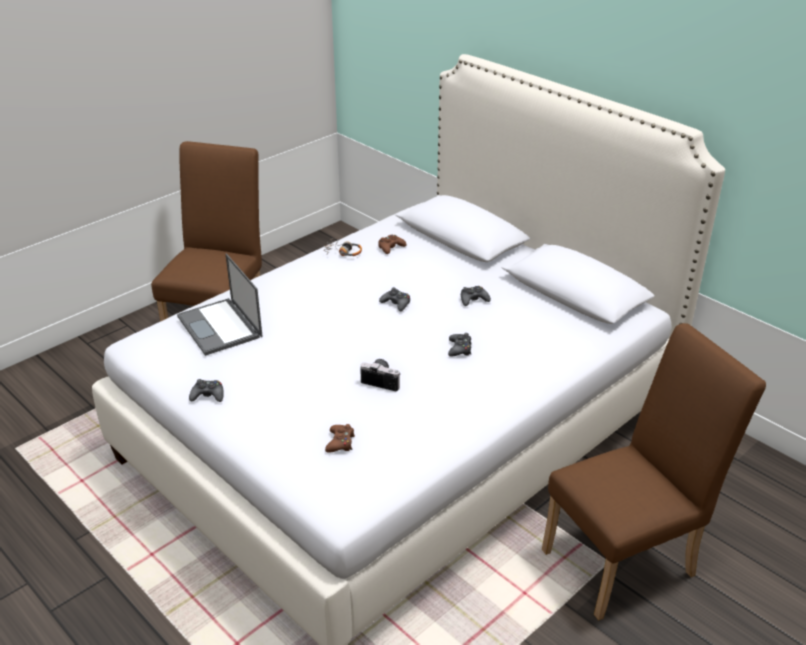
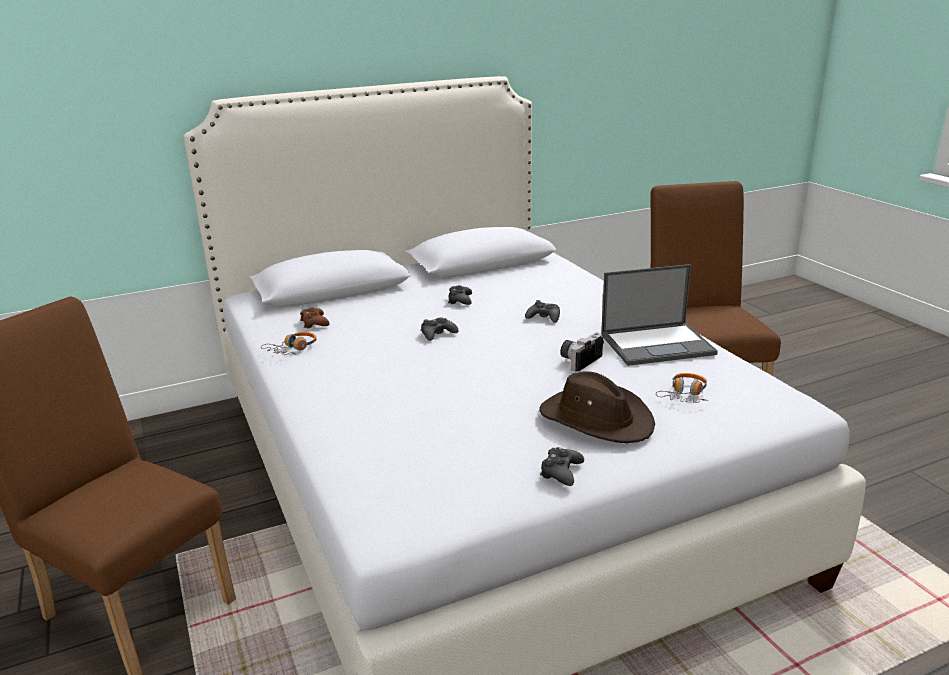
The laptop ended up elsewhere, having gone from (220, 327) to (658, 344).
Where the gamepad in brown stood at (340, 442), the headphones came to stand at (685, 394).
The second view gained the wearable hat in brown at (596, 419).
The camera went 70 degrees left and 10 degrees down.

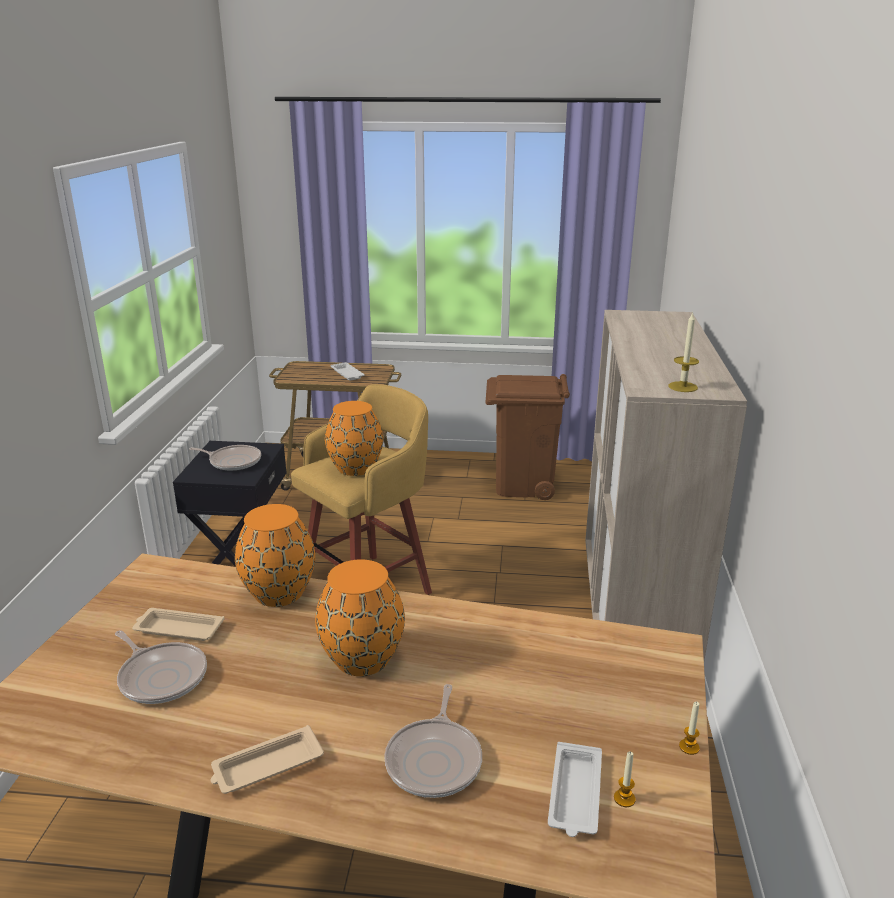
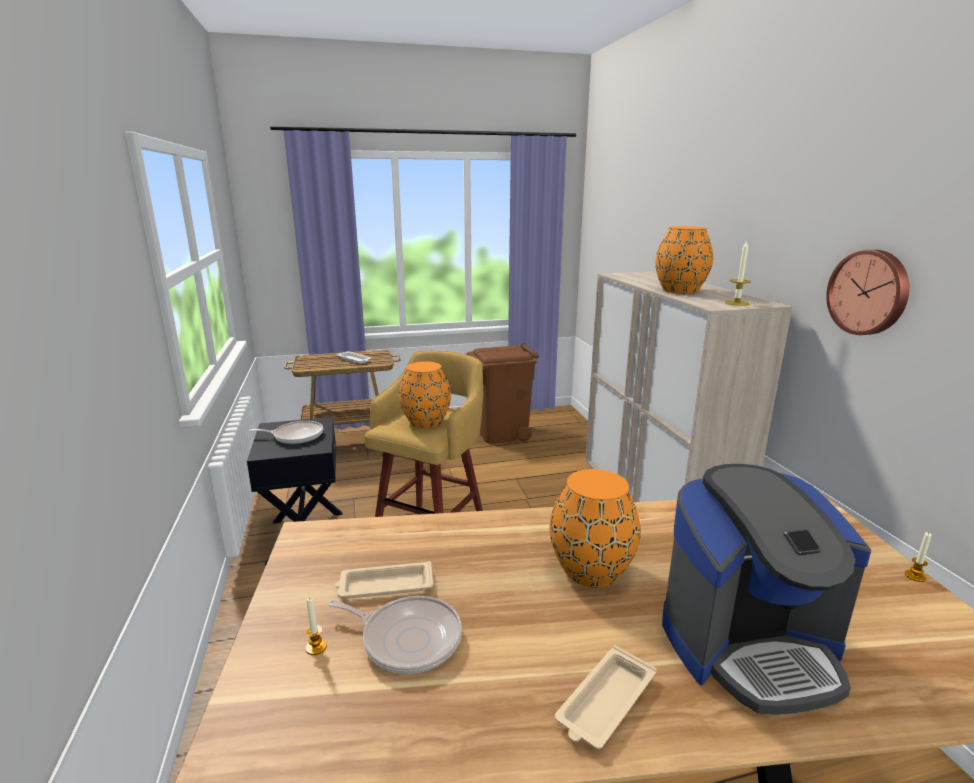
The decorative vase in orange-coloured ended up elsewhere, having gone from (278, 593) to (679, 291).
Where the skillet stood at (435, 760), the coffee maker came to stand at (749, 645).
The second view lost the carrying tray in white-coloured at (575, 795).
The candle ended up elsewhere, having gone from (624, 798) to (316, 647).
The second view gained the clock on the wall at (869, 292).
The camera went 20 degrees left and 5 degrees down.

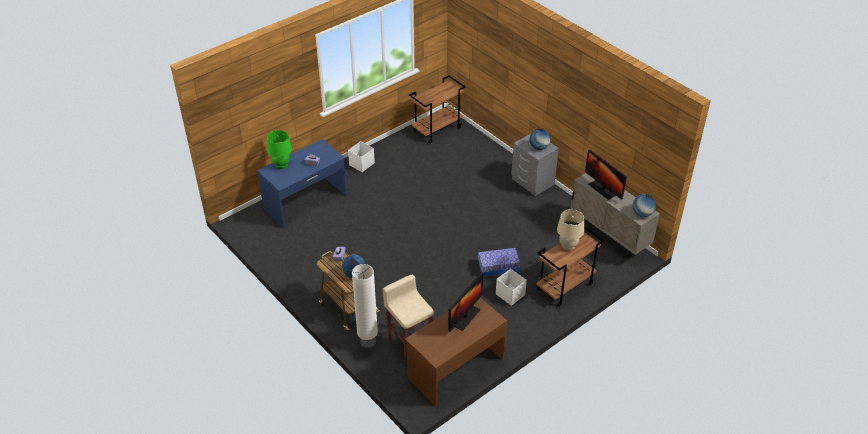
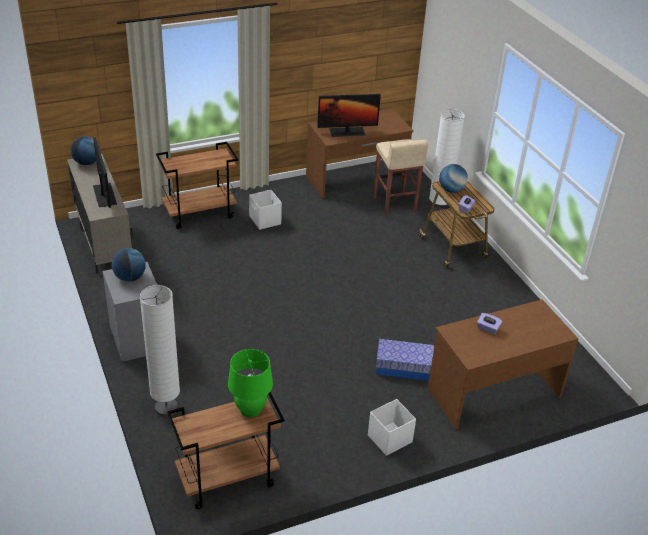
What was the desk unit in blue at (306, 202) turned into the desk unit in brown at (493, 392).
The lamp for a table in green ended up elsewhere, having gone from (281, 165) to (250, 409).
The monitor at (465, 317) ended up facing another way, 150 degrees counterclockwise from before.
The storage box ended up elsewhere, having gone from (498, 267) to (403, 367).
The second view lost the lamp for a table in beige at (568, 245).
The second view gained the standing lamp in white-coloured at (166, 408).
The camera went 165 degrees left and 5 degrees down.

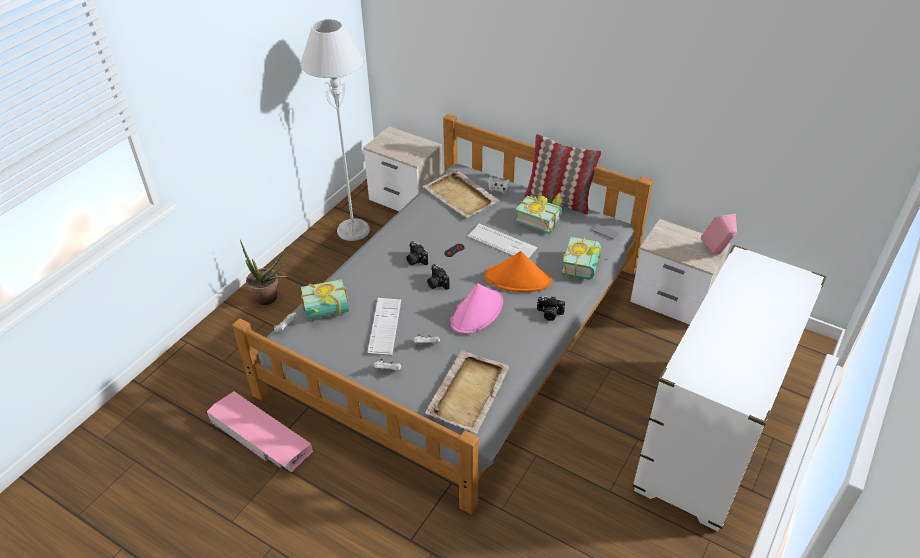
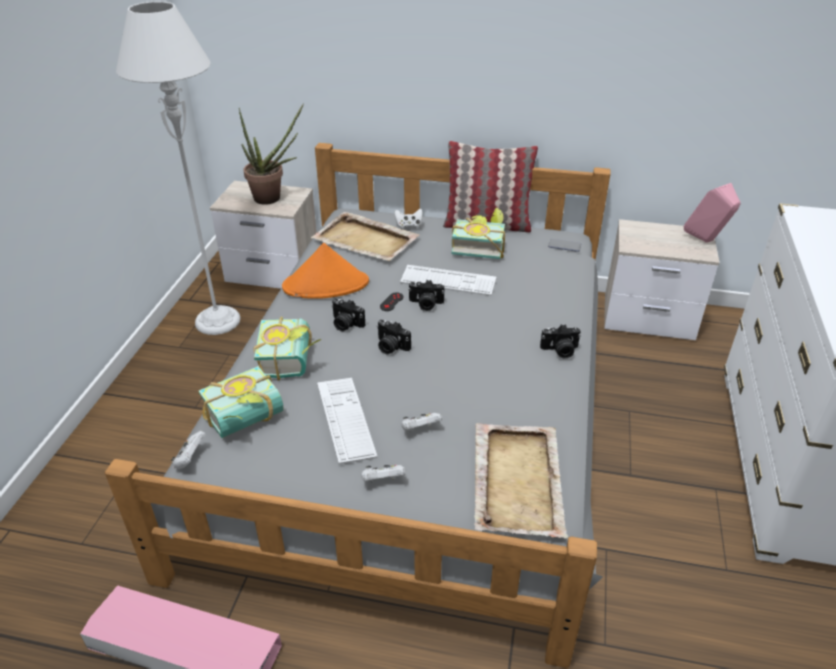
The plant in a pot ended up elsewhere, having gone from (270, 299) to (273, 198).
The second view lost the wearable hat in pink-coloured at (477, 312).
The wearable hat in orange-coloured ended up elsewhere, having gone from (518, 279) to (326, 285).
The volume ended up elsewhere, having gone from (585, 267) to (292, 360).
The second view gained the photo camera at (425, 304).
The camera went 20 degrees left and 5 degrees down.

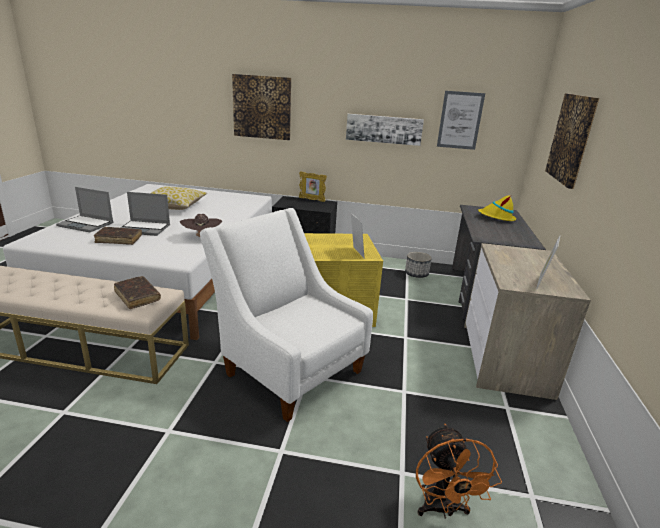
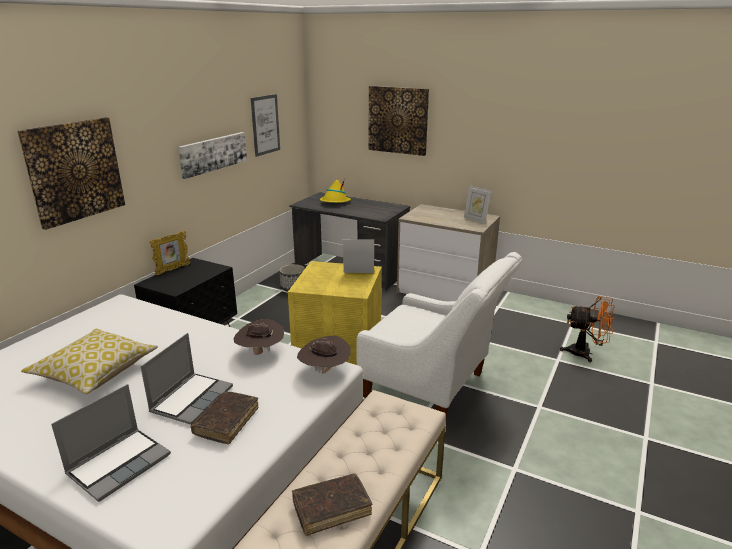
The volume in brown ended up elsewhere, having gone from (137, 296) to (331, 508).
The armchair in white-coloured at (288, 368) ended up facing another way, 120 degrees counterclockwise from before.
The second view gained the wearable hat in brown at (325, 371).
The camera went 70 degrees left and 0 degrees up.

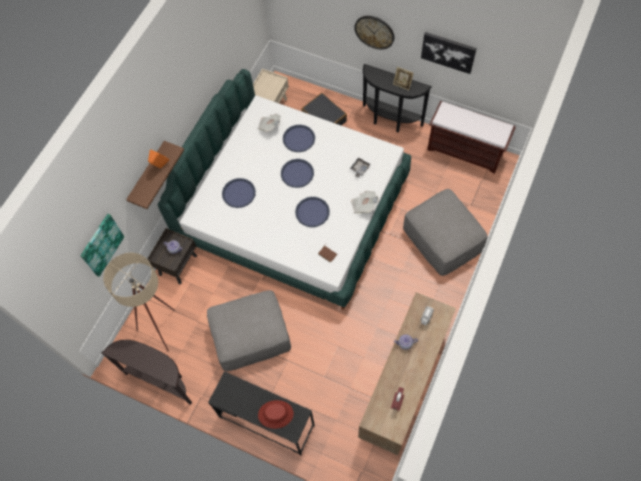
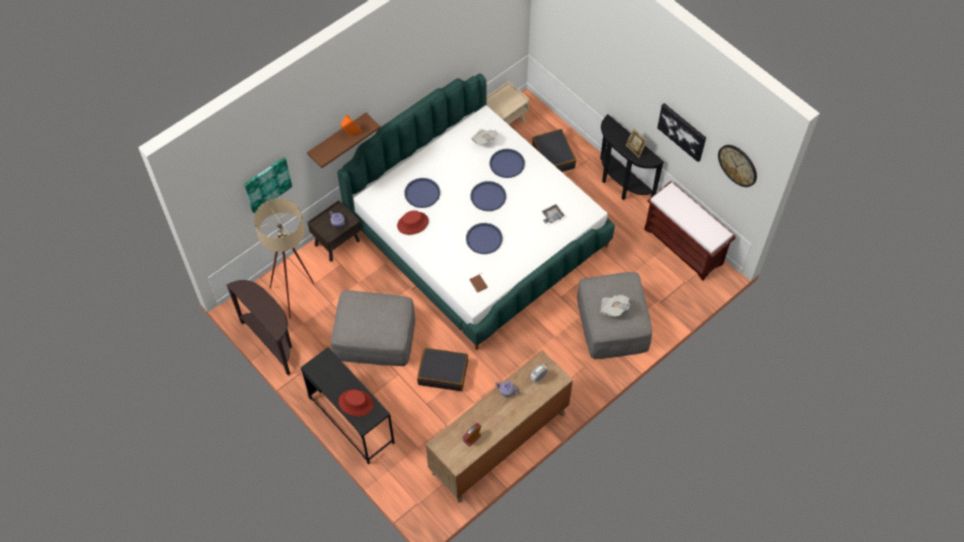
The newspaper ended up elsewhere, having gone from (363, 205) to (613, 308).
The clock on the wall ended up elsewhere, having gone from (374, 32) to (738, 165).
The second view gained the wearable hat in red-coloured at (413, 223).
The second view gained the travel case in black at (443, 372).
The camera went 20 degrees right and 5 degrees down.

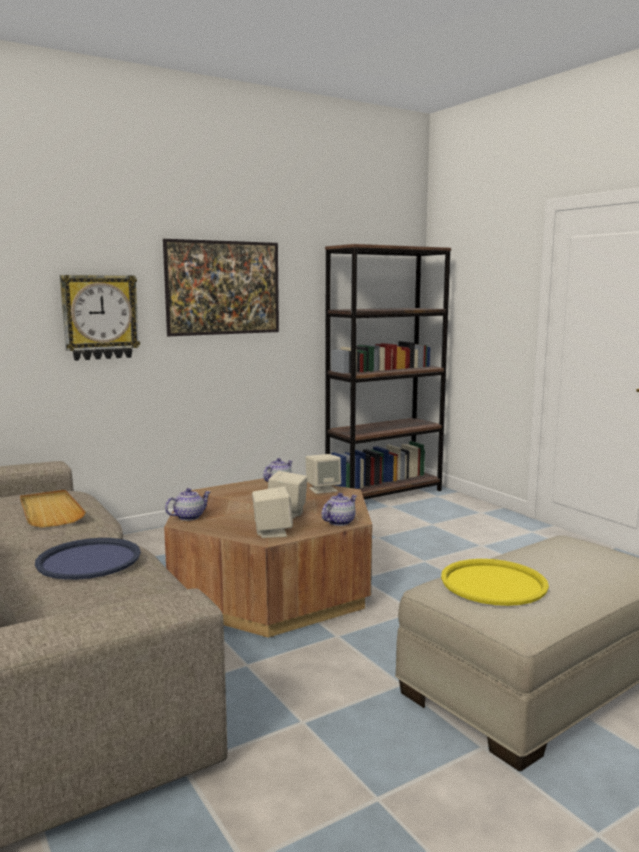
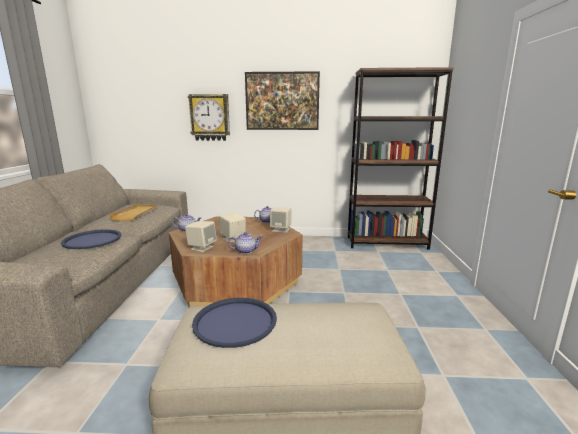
What was the carrying tray in yellow at (493, 583) turned into the carrying tray in blue at (235, 322).
The camera went 35 degrees right and 5 degrees up.

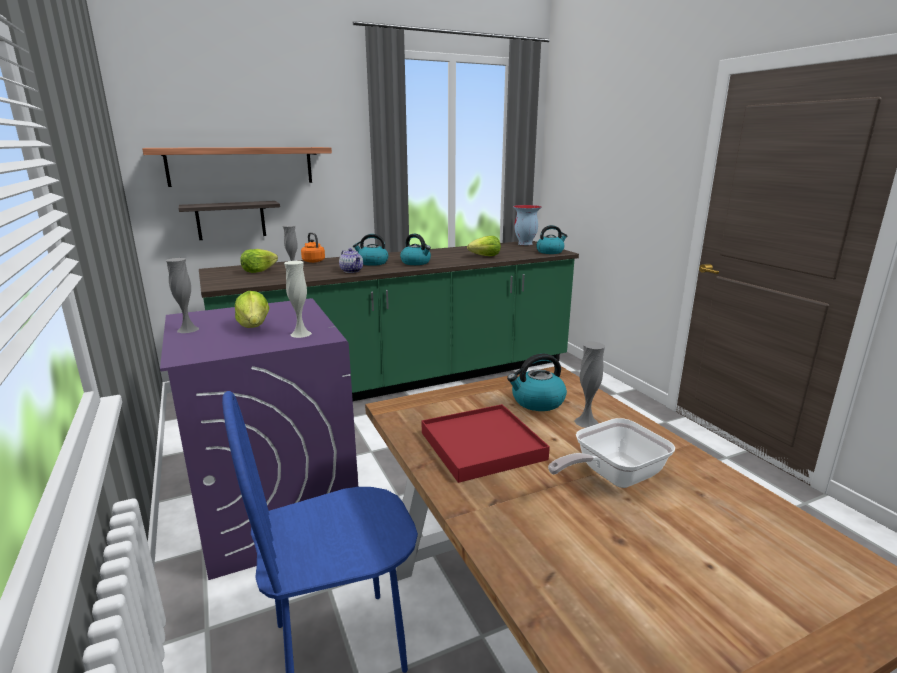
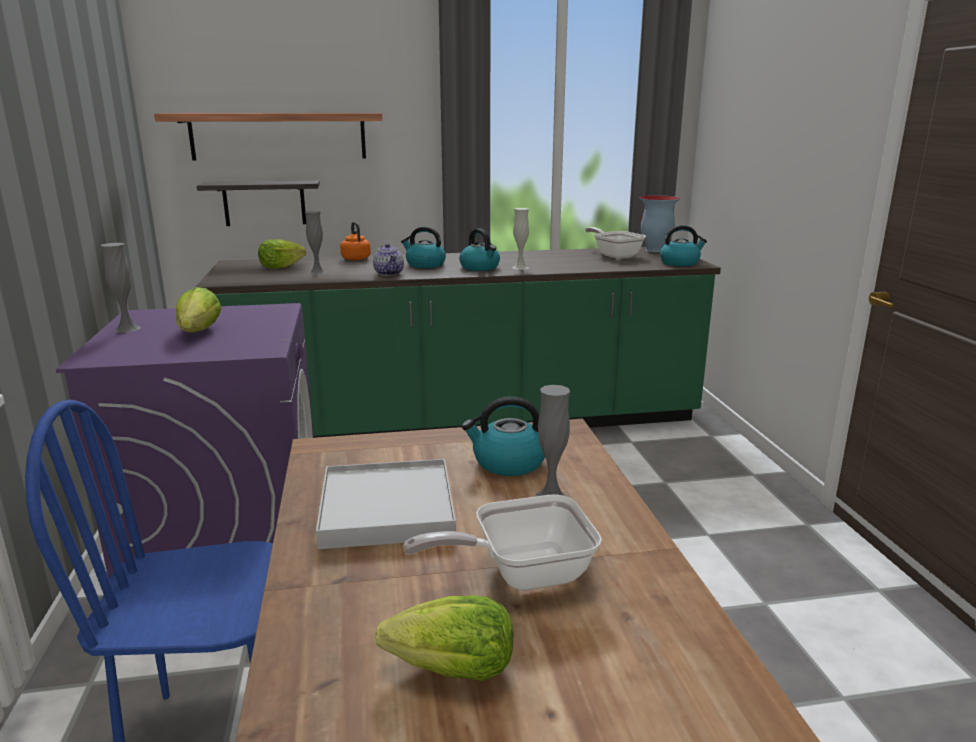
The decorative vase in white-coloured ended up elsewhere, having gone from (301, 334) to (520, 267).
What was the carrying tray in red-coloured at (482, 446) turned into the carrying tray in white-coloured at (386, 509).
The lettuce head ended up elsewhere, having gone from (485, 256) to (454, 671).
The second view gained the skillet at (614, 255).
The camera went 15 degrees right and 0 degrees up.

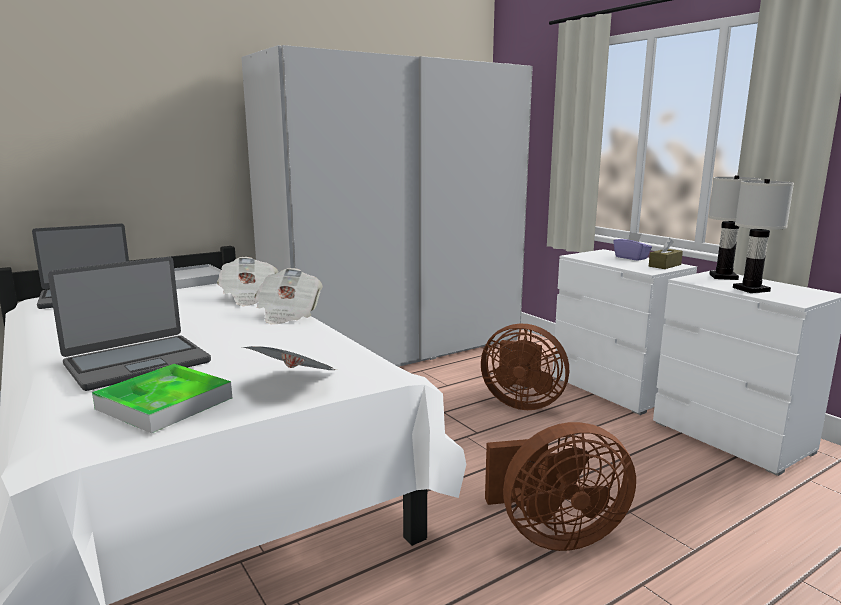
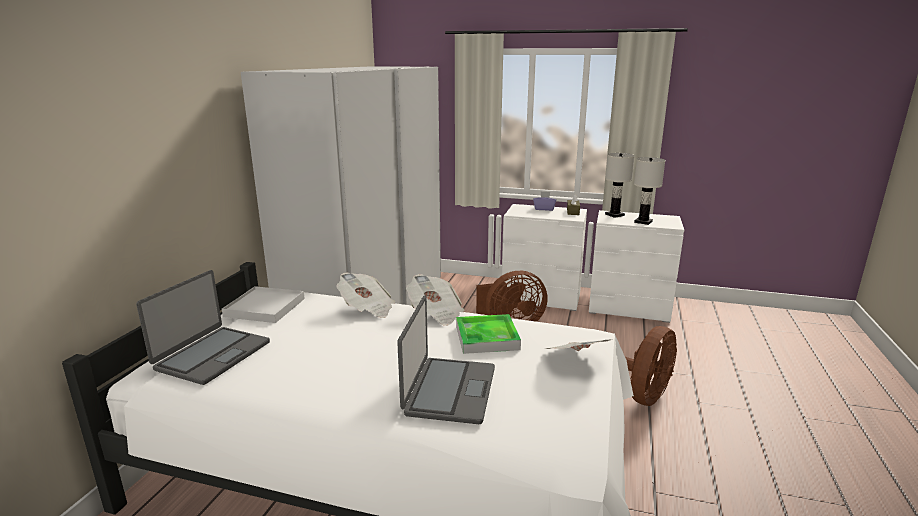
The carrying tray ended up elsewhere, having gone from (165, 403) to (487, 337).
The camera went 40 degrees left and 5 degrees up.

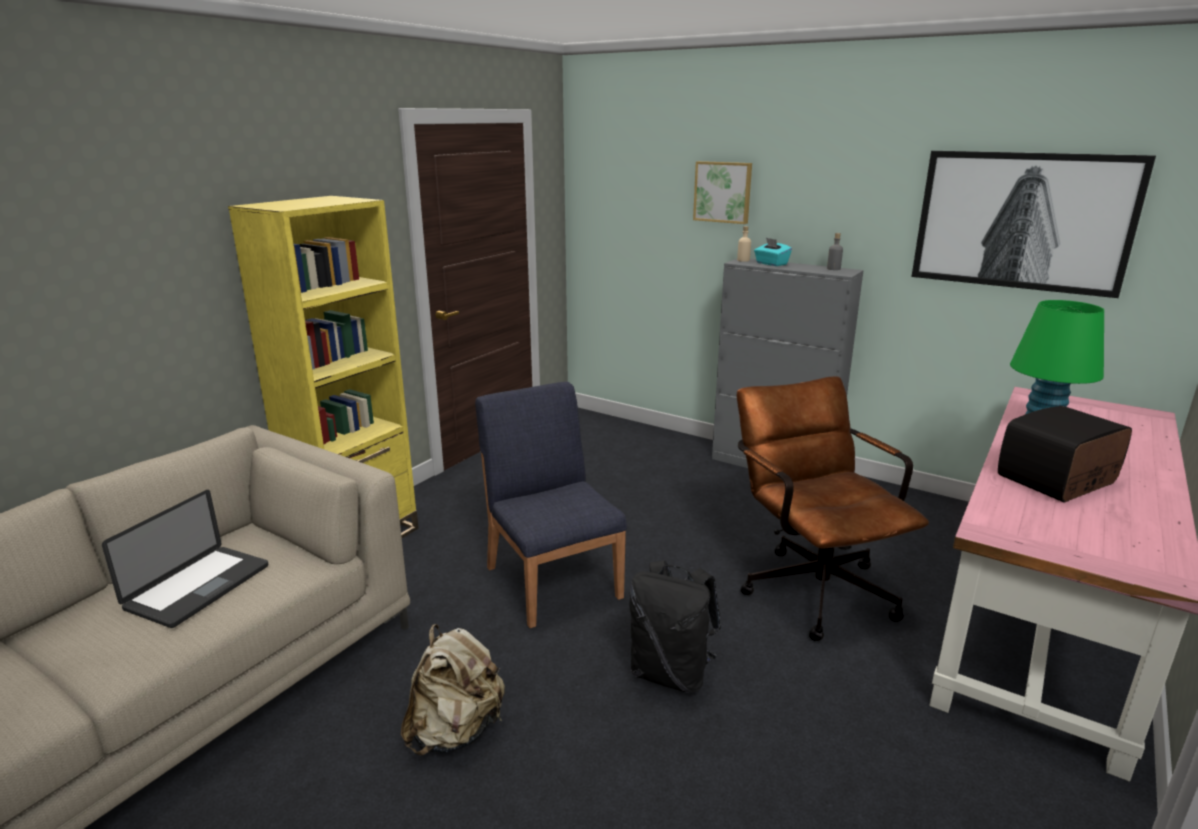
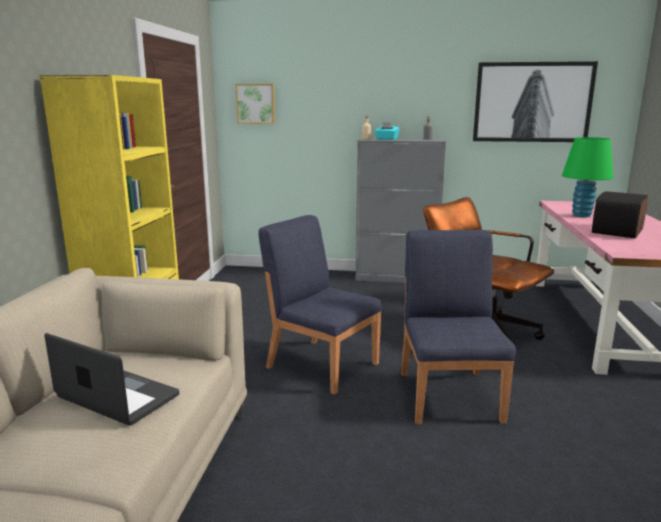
The laptop at (198, 587) ended up facing another way, 60 degrees counterclockwise from before.
The second view lost the knapsack in beige at (455, 731).
Where the knapsack in black stood at (671, 673), the chair in blue came to stand at (449, 395).
The wall picture ended up elsewhere, having gone from (723, 192) to (256, 103).
The camera went 25 degrees left and 5 degrees down.

